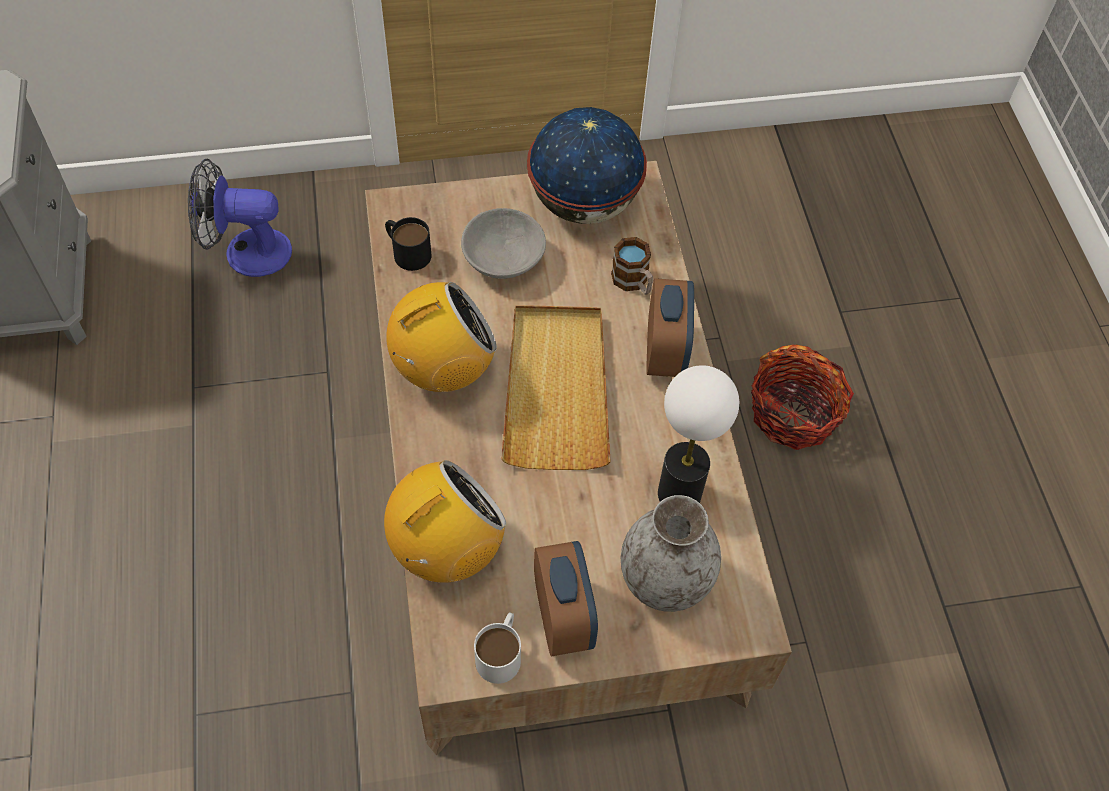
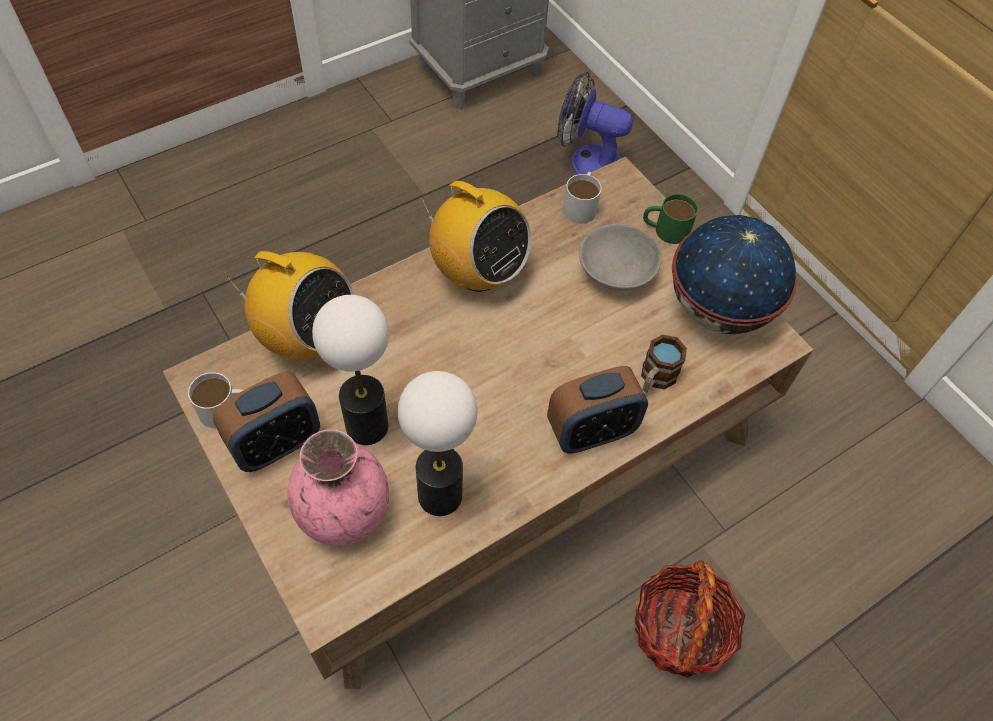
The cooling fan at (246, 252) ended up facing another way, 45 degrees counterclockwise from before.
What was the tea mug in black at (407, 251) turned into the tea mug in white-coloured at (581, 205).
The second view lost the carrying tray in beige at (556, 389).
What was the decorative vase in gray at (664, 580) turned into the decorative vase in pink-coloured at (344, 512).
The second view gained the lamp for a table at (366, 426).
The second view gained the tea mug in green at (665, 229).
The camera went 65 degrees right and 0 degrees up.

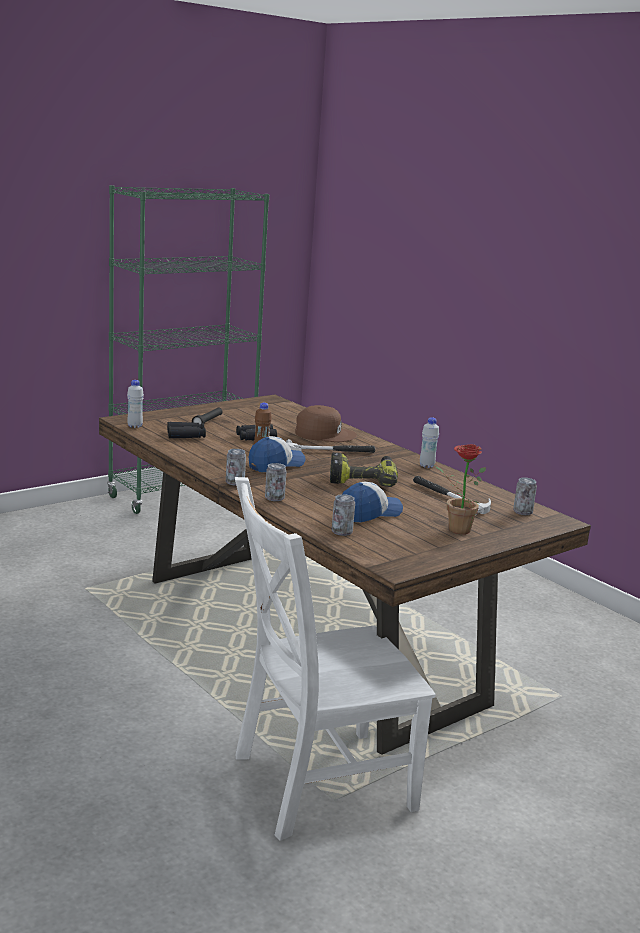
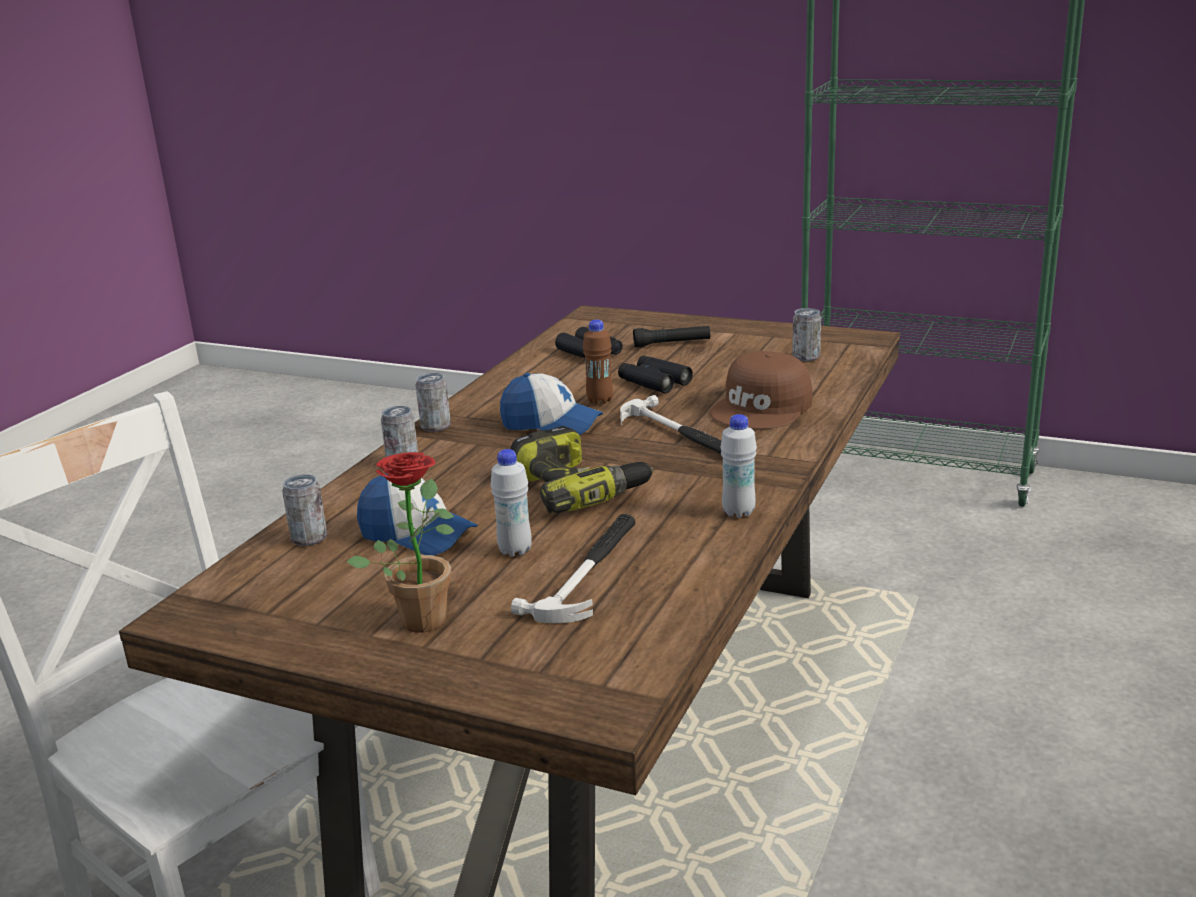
The beverage bottle in white-coloured ended up elsewhere, having gone from (135, 426) to (515, 550).
The peaked cap in brown at (324, 434) ended up facing another way, 60 degrees clockwise from before.
The can ended up elsewhere, having gone from (522, 512) to (806, 357).
The camera went 65 degrees right and 5 degrees up.

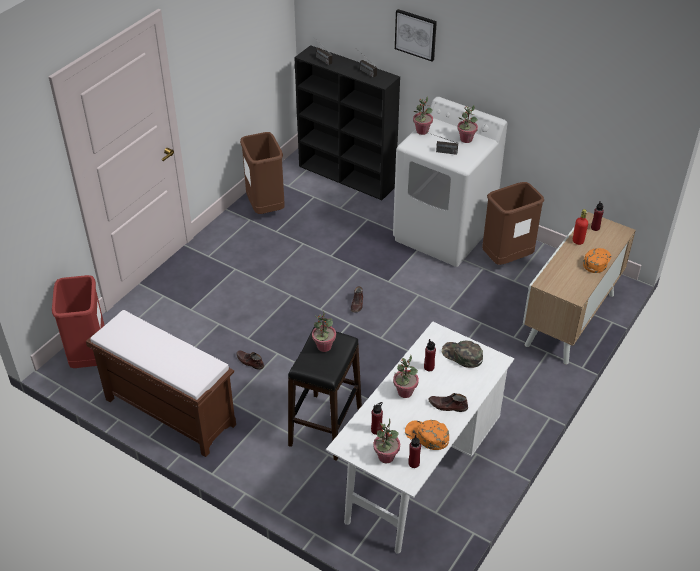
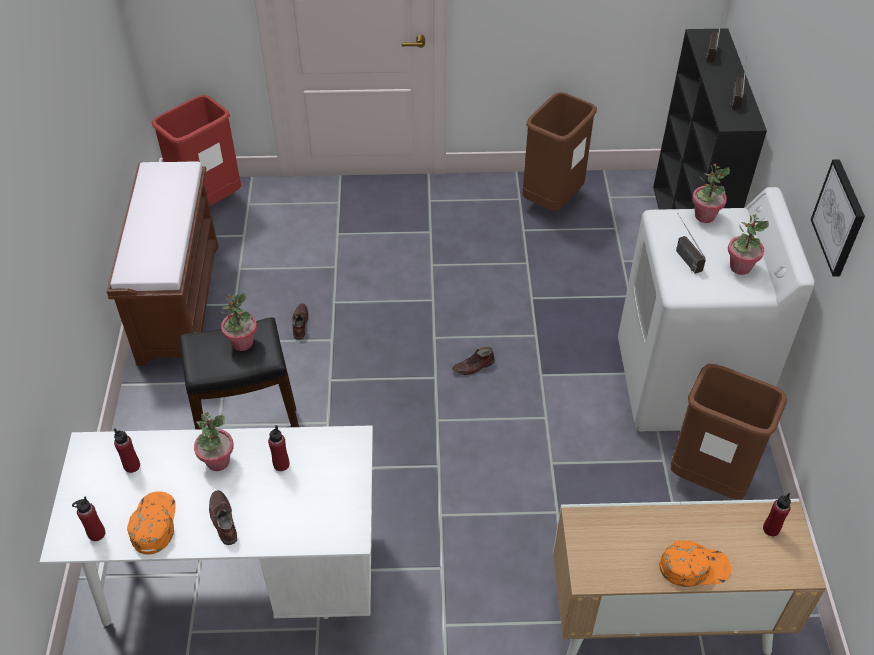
The second view lost the plant in a pot at (386, 457).
The wall picture ended up elsewhere, having gone from (416, 34) to (839, 218).
The second view lost the peaked cap in green at (462, 355).
The second view lost the beverage bottle in red-coloured at (578, 241).
The camera went 55 degrees right and 5 degrees up.

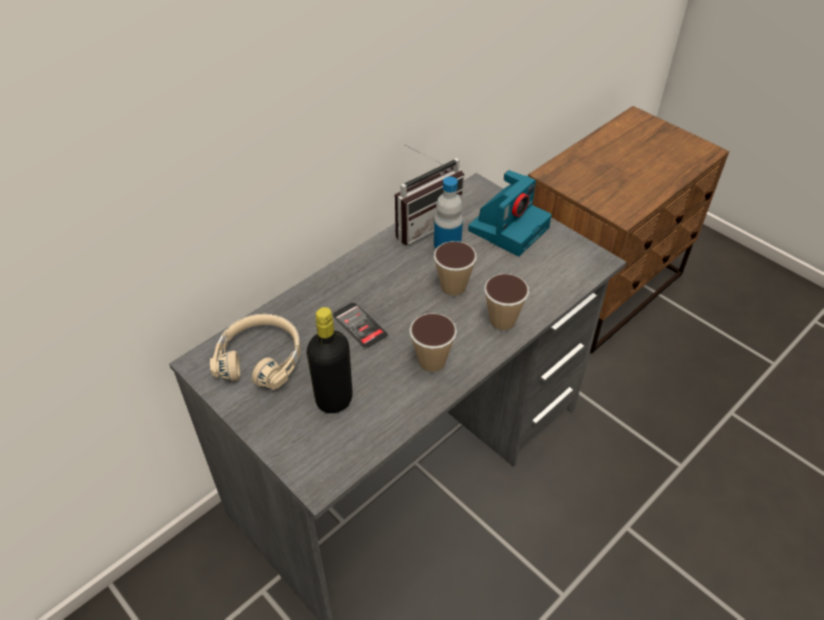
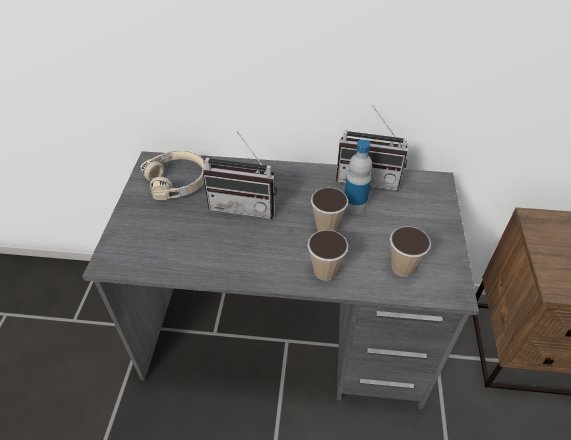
The second view lost the beverage bottle in black at (334, 399).
Where the handset stood at (360, 326), the radio receiver came to stand at (245, 205).
The cup ended up elsewhere, having gone from (432, 362) to (402, 267).
The second view lost the photo camera at (509, 227).
The camera went 50 degrees right and 0 degrees up.

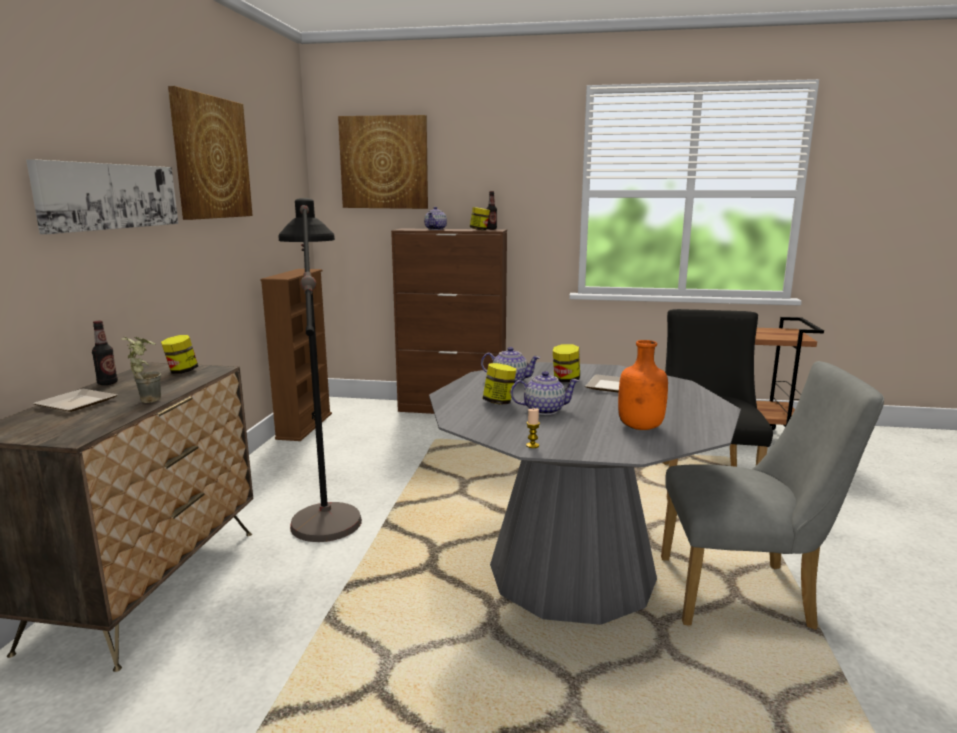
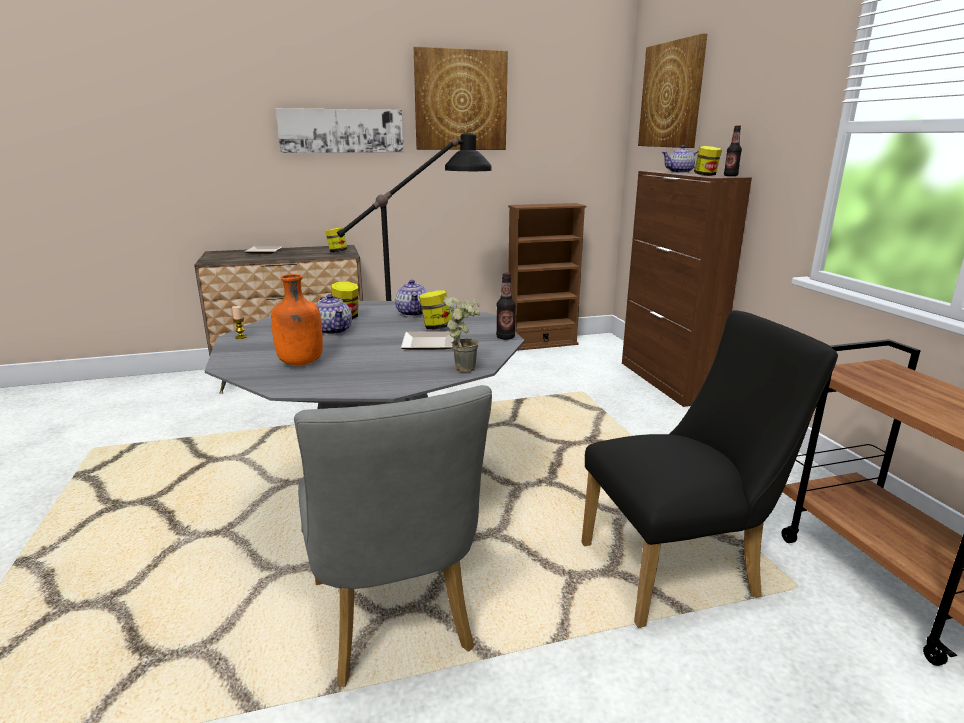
The beverage bottle ended up elsewhere, having gone from (107, 383) to (505, 337).
The plant in a pot ended up elsewhere, having gone from (146, 399) to (465, 367).
The camera went 65 degrees right and 5 degrees up.

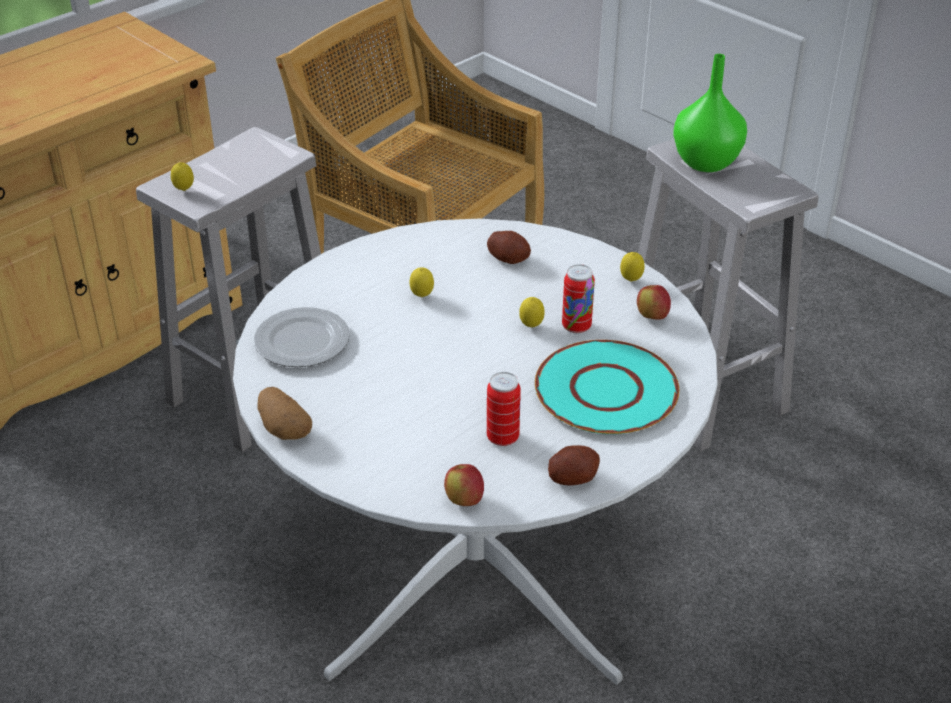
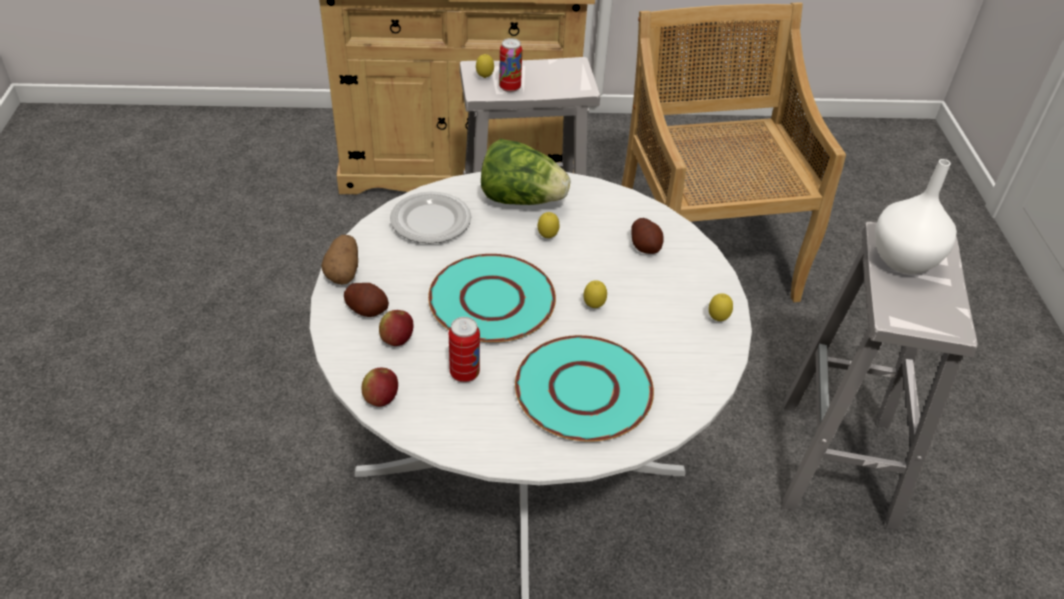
The whole potato ended up elsewhere, having gone from (572, 477) to (367, 309).
The can ended up elsewhere, having gone from (576, 326) to (510, 88).
The apple ended up elsewhere, having gone from (652, 316) to (397, 339).
What was the decorative vase in green at (704, 162) turned into the decorative vase in white-coloured at (902, 259).
The second view gained the plate in turquoise-coloured at (491, 300).
The second view gained the lettuce head at (521, 199).
The camera went 40 degrees right and 5 degrees up.

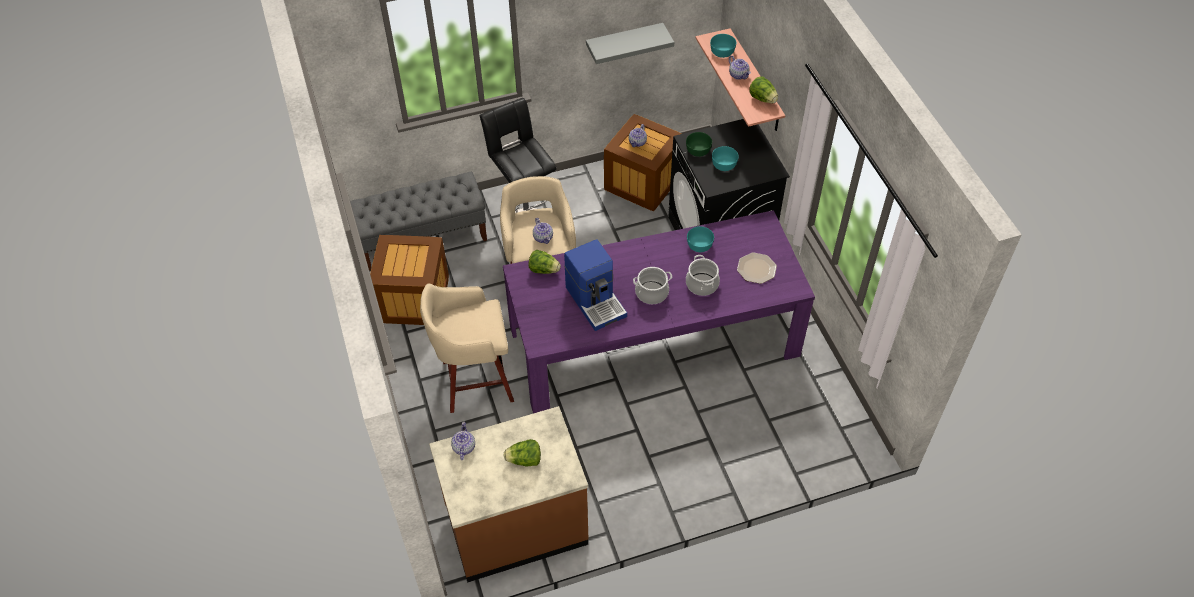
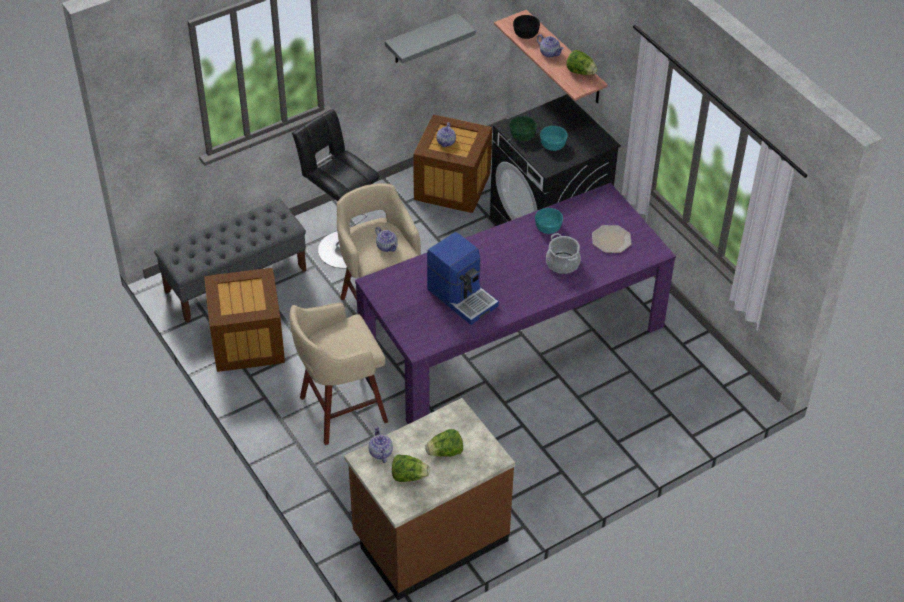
The lettuce head ended up elsewhere, having gone from (544, 269) to (409, 476).
The second view lost the cooking pot at (651, 293).
What was the bowl in turquoise-coloured at (722, 52) turned into the bowl in black at (526, 34).
The camera went 15 degrees left and 5 degrees down.

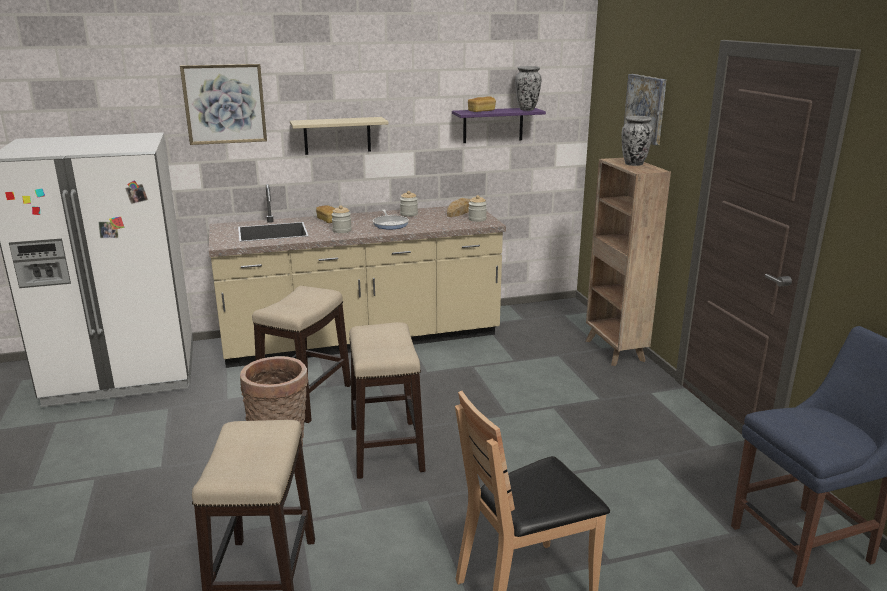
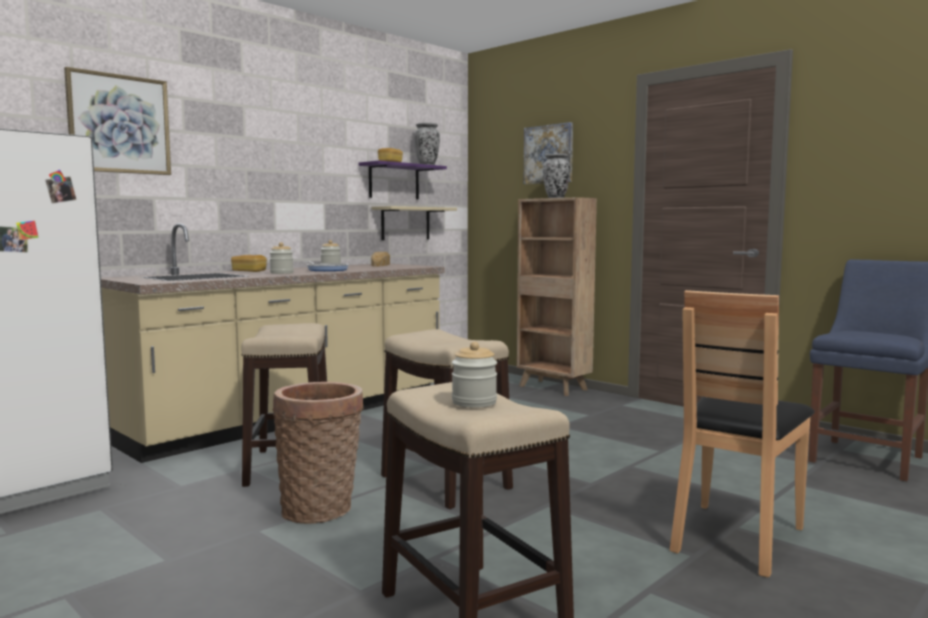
The bracket shelf in beige ended up elsewhere, having gone from (337, 135) to (405, 223).
The storage jar ended up elsewhere, having gone from (477, 219) to (474, 402).
The camera went 30 degrees left and 15 degrees down.

